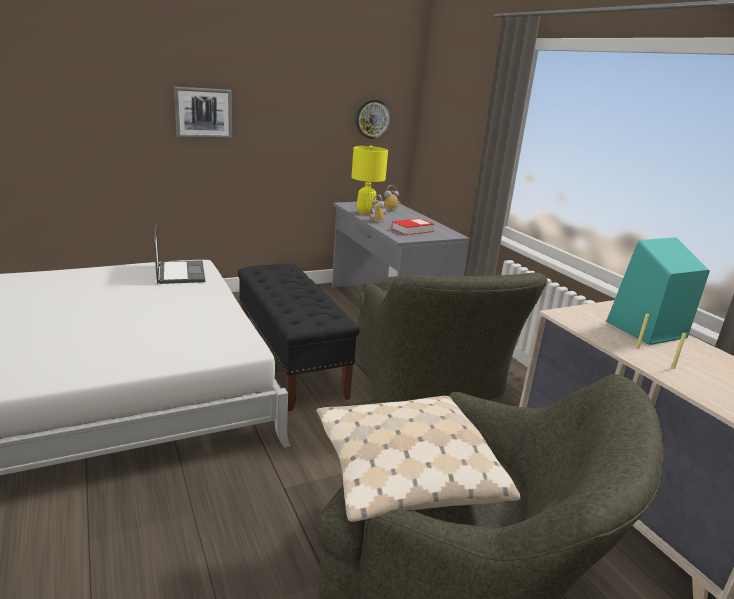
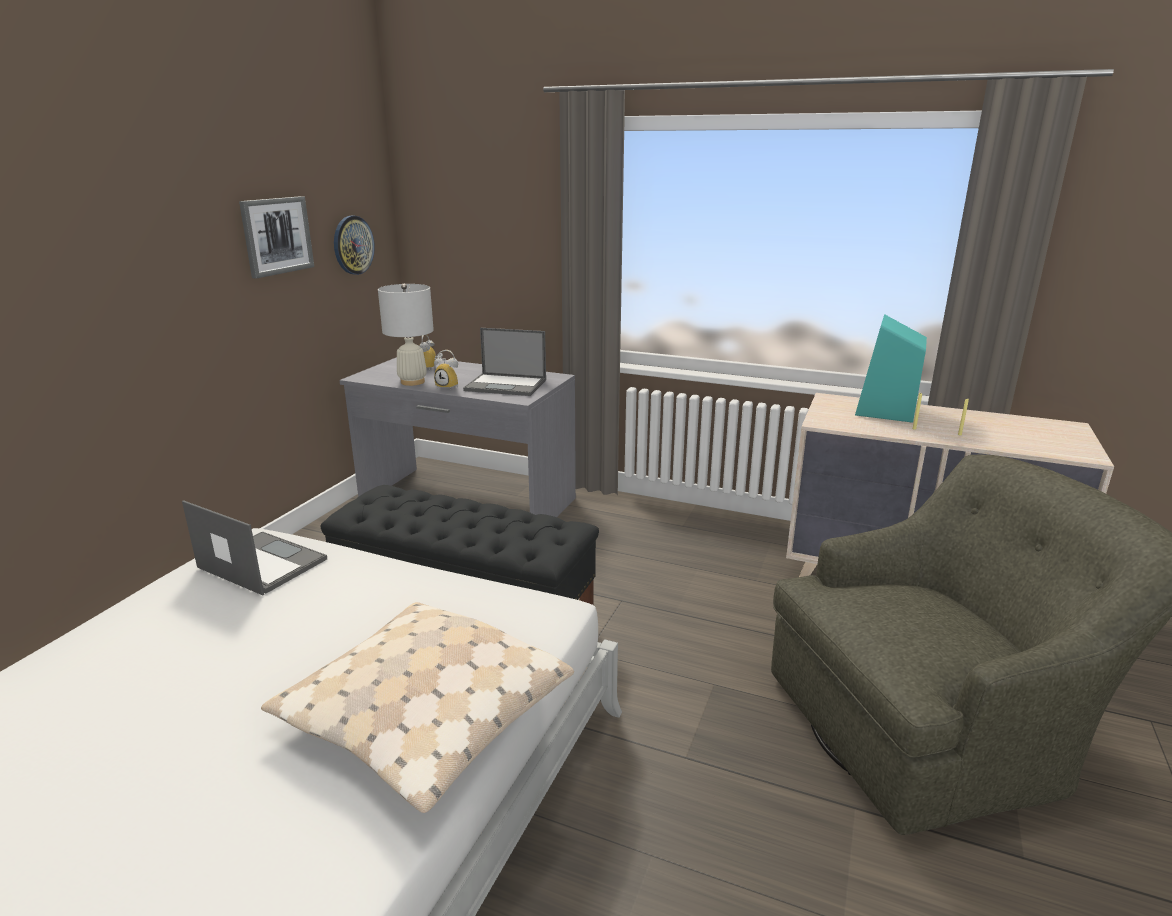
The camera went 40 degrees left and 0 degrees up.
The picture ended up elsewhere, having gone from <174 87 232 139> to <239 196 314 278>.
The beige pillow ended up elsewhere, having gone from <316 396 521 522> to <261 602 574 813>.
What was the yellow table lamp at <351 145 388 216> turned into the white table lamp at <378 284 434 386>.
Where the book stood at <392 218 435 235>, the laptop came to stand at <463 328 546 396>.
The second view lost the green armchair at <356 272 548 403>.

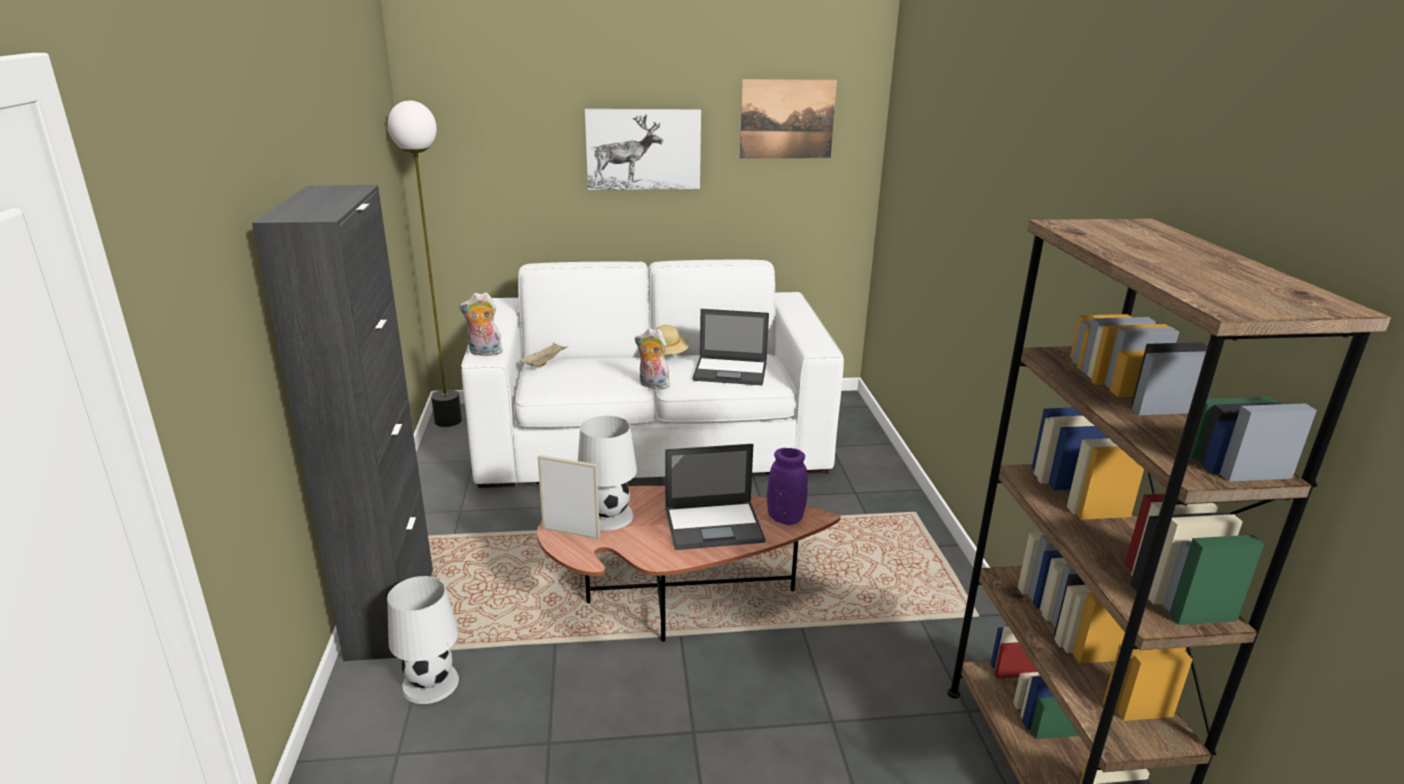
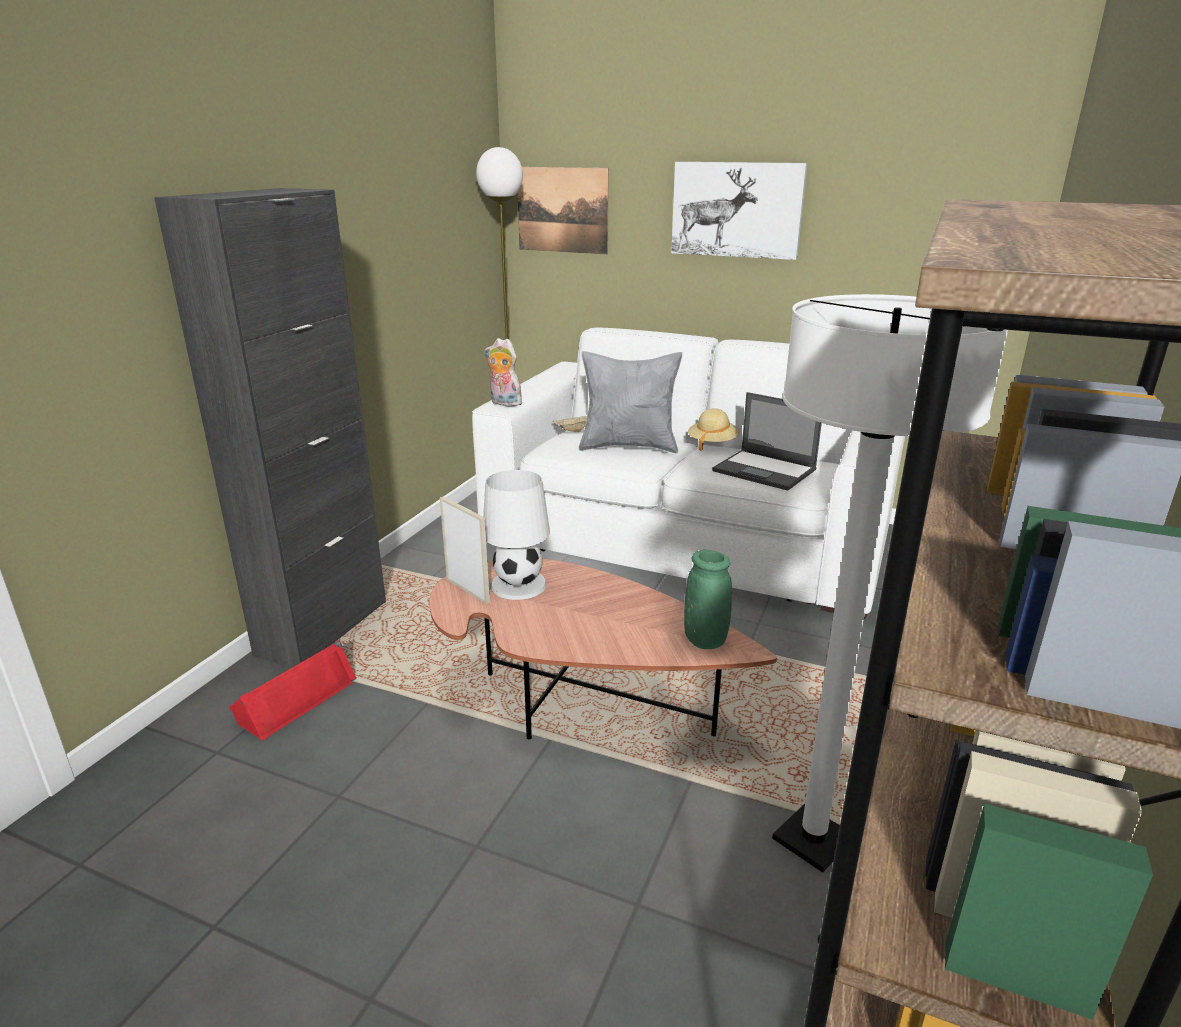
The camera went 30 degrees right and 0 degrees up.
Where the white table lamp stood at <387 576 459 704>, the red speaker came to stand at <229 640 357 741>.
The picture ended up elsewhere, having gone from <740 79 837 159> to <517 167 609 254>.
The second view gained the grey pillow at <579 351 682 453>.
What was the purple vase at <767 448 808 525> turned into the green vase at <684 550 732 649>.
The second view gained the white floor lamp at <772 294 1008 873>.
The second view lost the plush toy at <635 328 670 390>.
The second view lost the laptop at <665 444 766 550>.

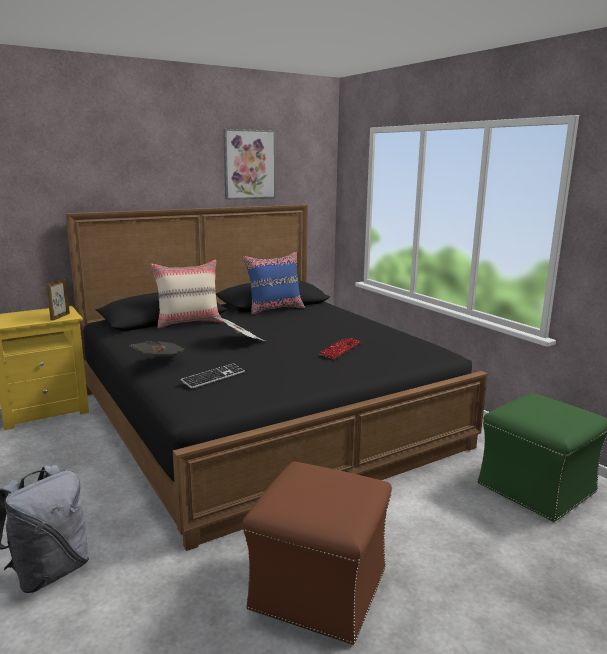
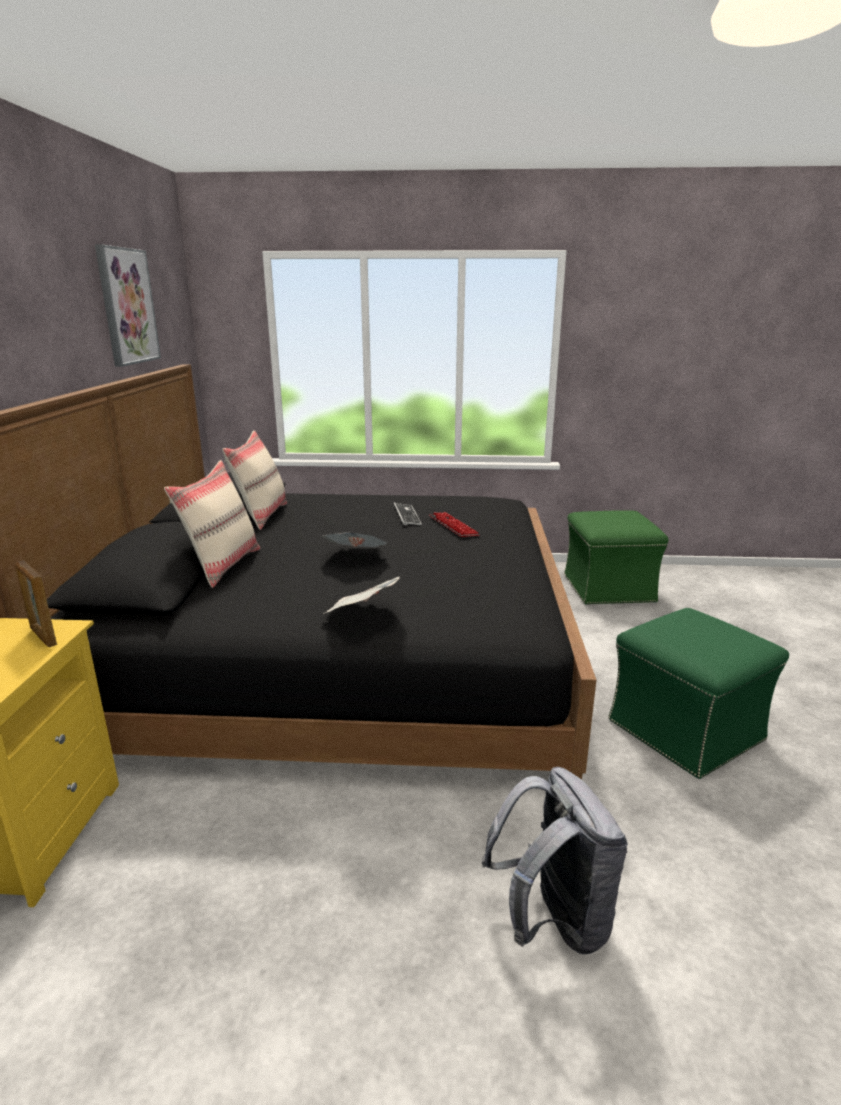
The camera went 55 degrees left and 5 degrees up.
What was the blue pillow at <243 252 305 315> turned into the beige pillow at <222 430 287 530>.
The keyboard ended up elsewhere, having gone from <181 363 245 389> to <394 503 422 526>.
What was the brown ottoman at <242 462 392 645> turned into the green ottoman at <608 608 789 779>.

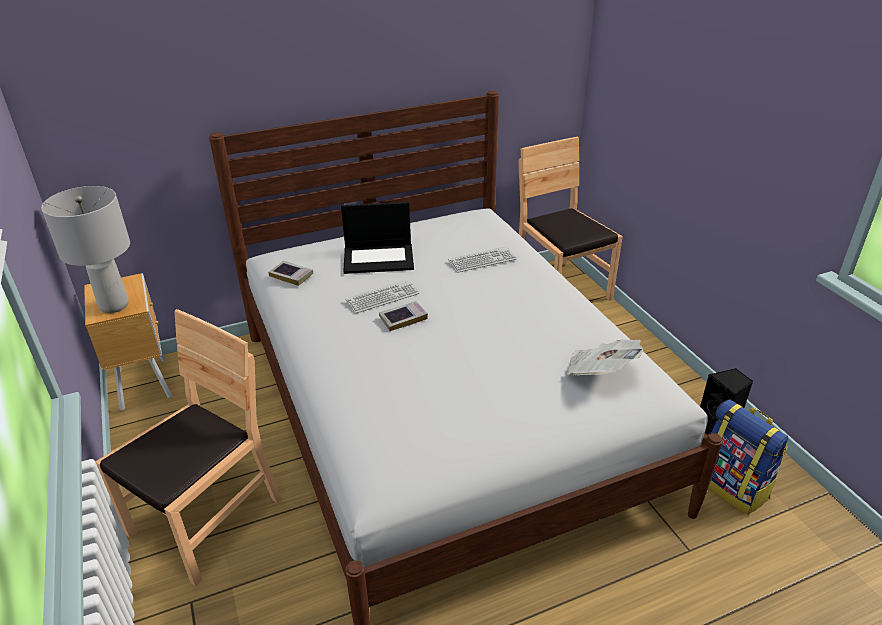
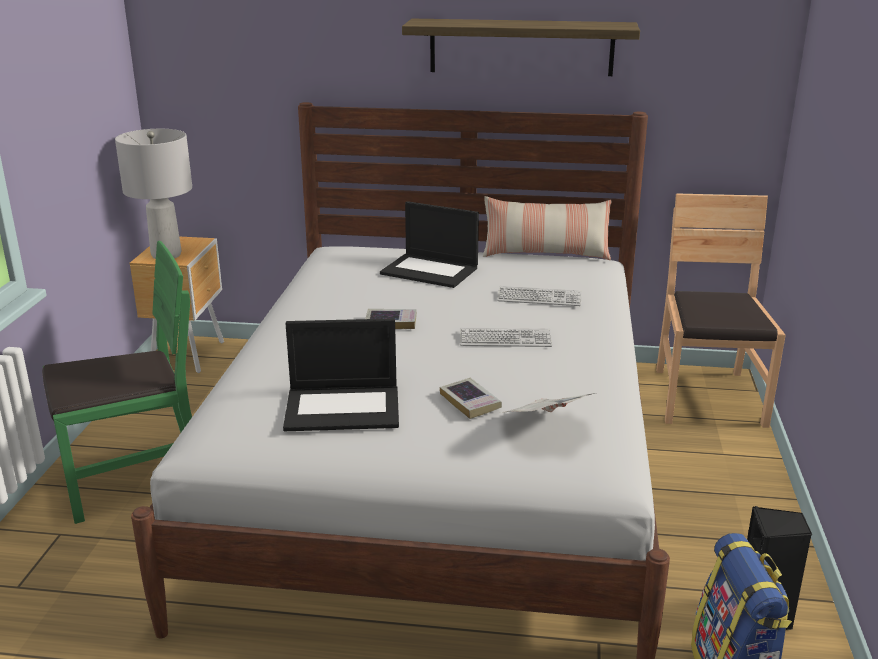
The camera went 30 degrees right and 10 degrees down.
What was the brown chair at <95 309 282 586> turned into the green chair at <42 241 192 524>.
The second view gained the laptop at <283 318 399 431>.
The second view gained the shelf at <402 19 640 76>.
The book ended up elsewhere, having gone from <268 261 313 286> to <440 378 502 419>.
The keyboard ended up elsewhere, having gone from <345 279 419 313> to <460 327 552 347>.
The second view gained the pillow at <483 196 611 260>.

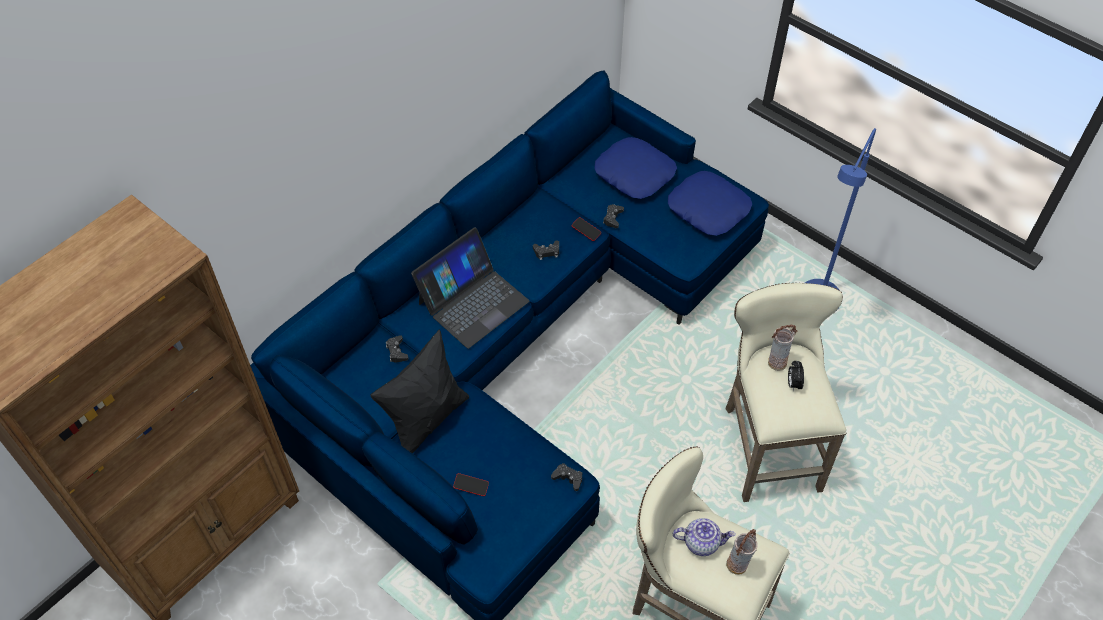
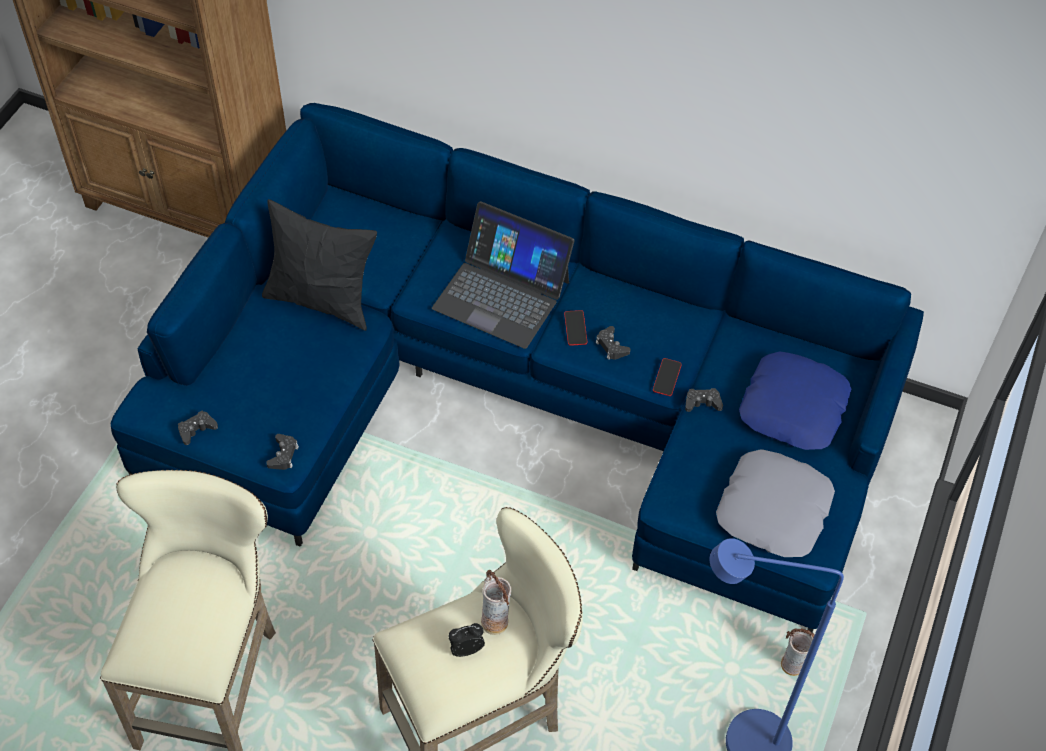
The camera went 70 degrees right and 0 degrees up.
The black game controller ended up elsewhere, having gone from <386 335 409 363> to <178 411 218 445>.
The phone ended up elsewhere, having gone from <453 473 489 496> to <564 310 587 346>.
What was the blue pillow at <668 171 752 236> turned into the grey pillow at <716 450 835 557>.
The vase ended up elsewhere, having gone from <726 529 758 575> to <781 628 815 676>.
The second view lost the teapot at <673 518 736 556>.

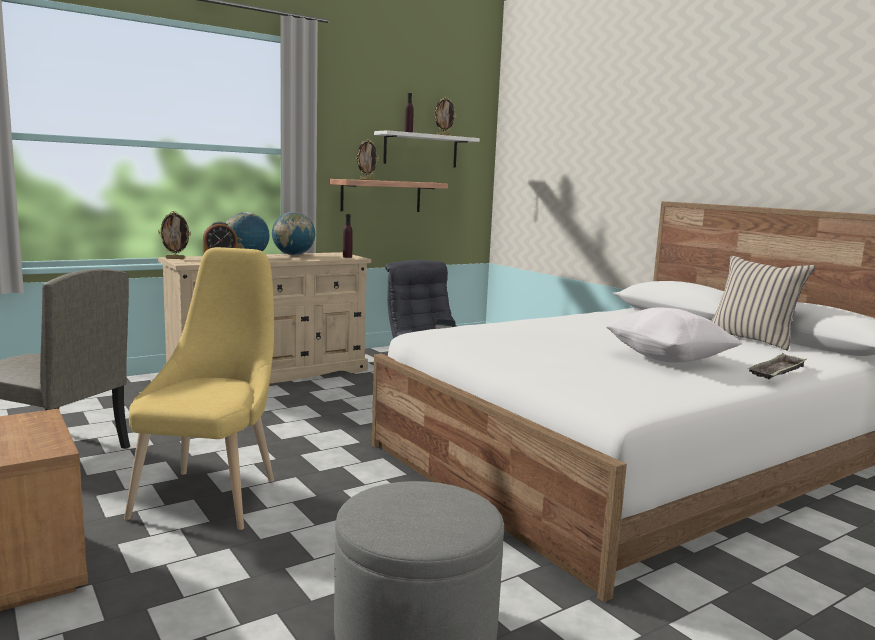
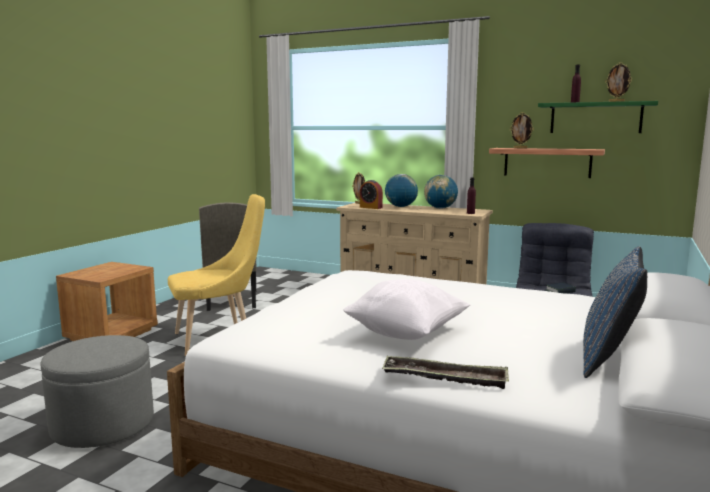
The camera went 60 degrees right and 0 degrees up.
What was the white shelf at <374 130 480 168> turned into the green shelf at <538 101 658 133>.
What was the beige pillow at <711 256 816 350> turned into the blue pillow at <583 246 647 378>.

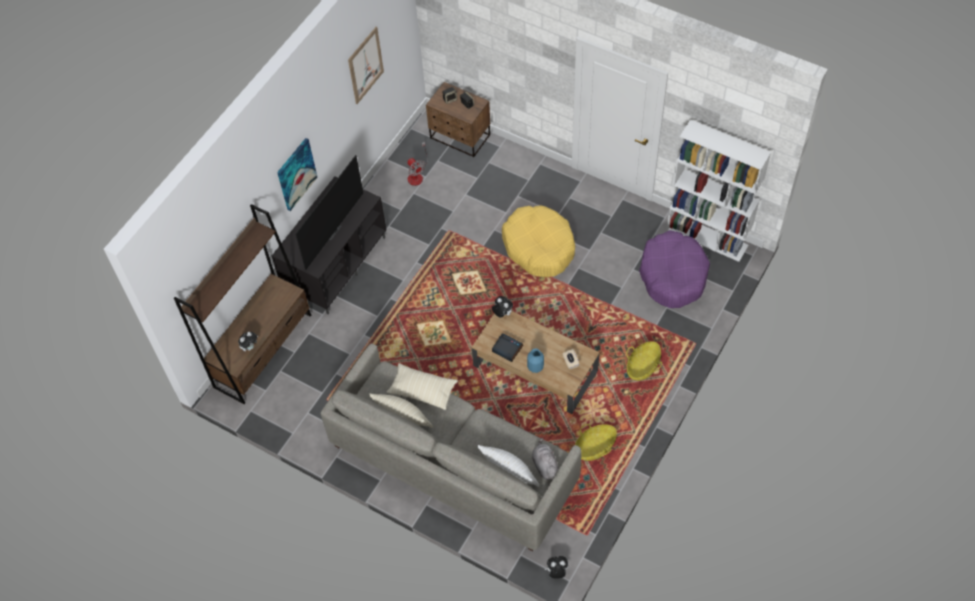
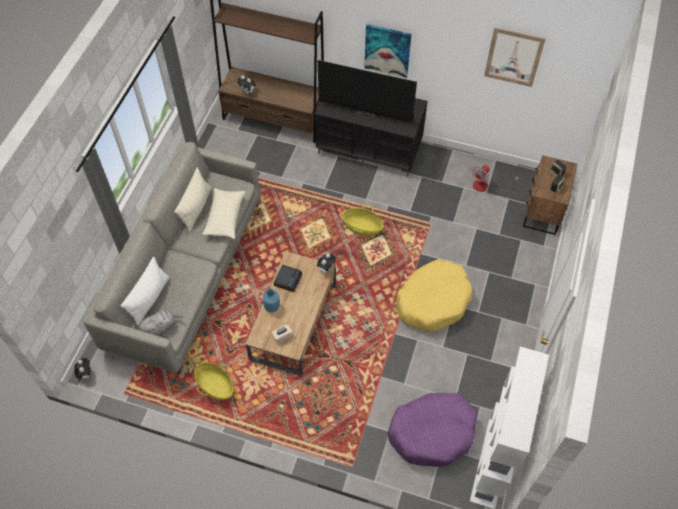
The camera went 75 degrees right and 0 degrees up.
The basket ended up elsewhere, having gone from <626 341 662 381> to <342 205 384 236>.

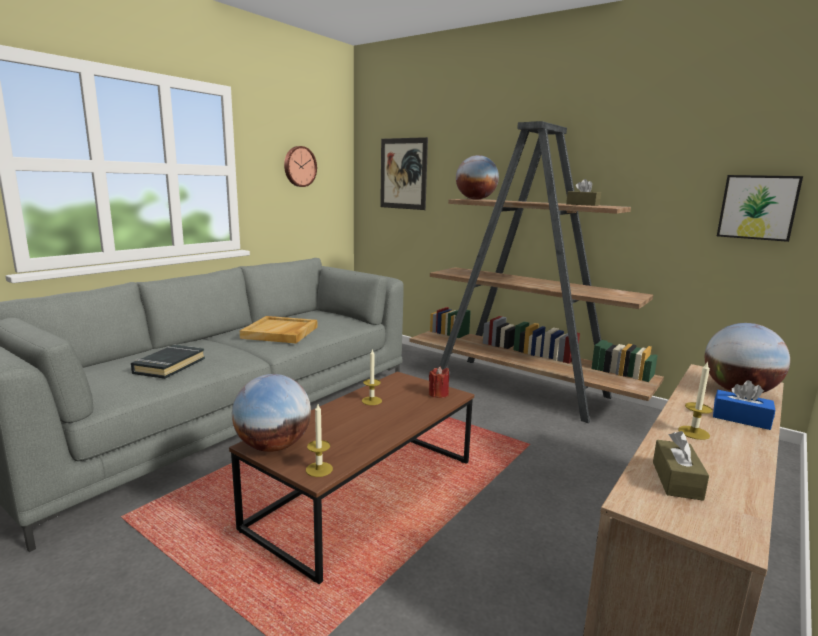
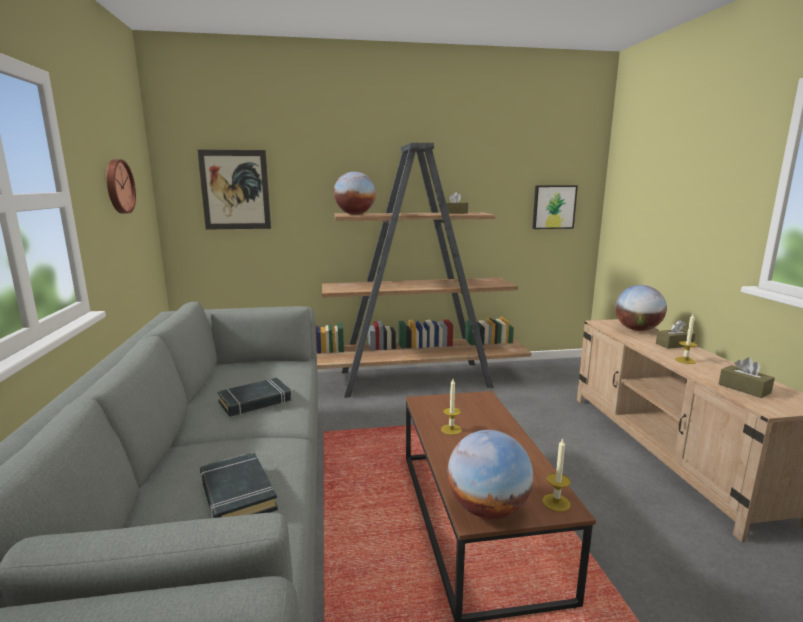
The camera went 45 degrees left and 0 degrees up.
Where the beige tray stood at <240 316 317 343>, the black book came to stand at <217 378 291 417>.
What was the blue tissue box at <713 380 775 430> turned into the brown tissue box at <656 320 695 349>.
The second view lost the red candle at <429 366 449 398>.

